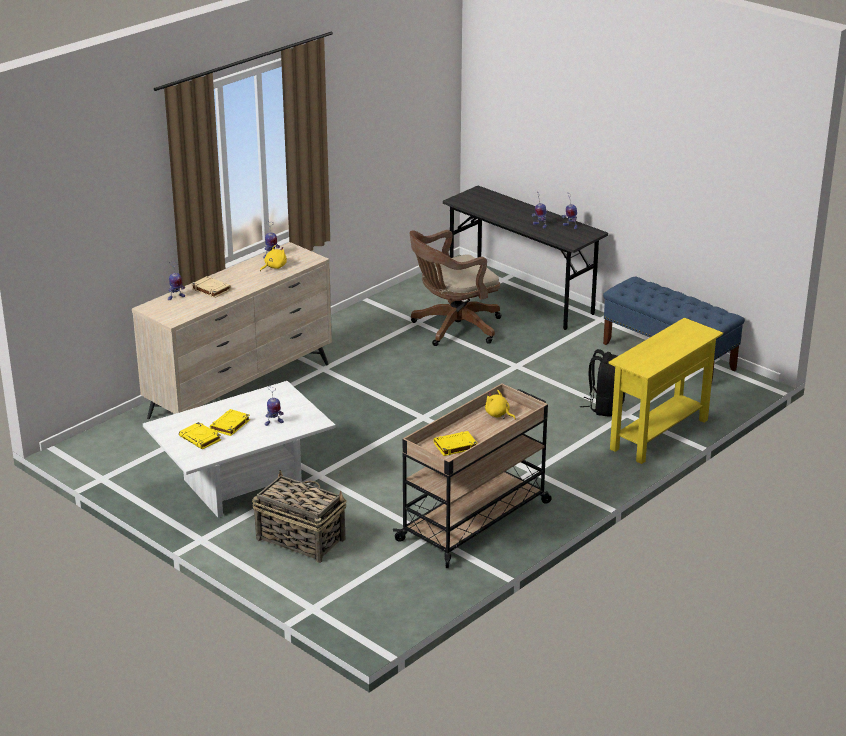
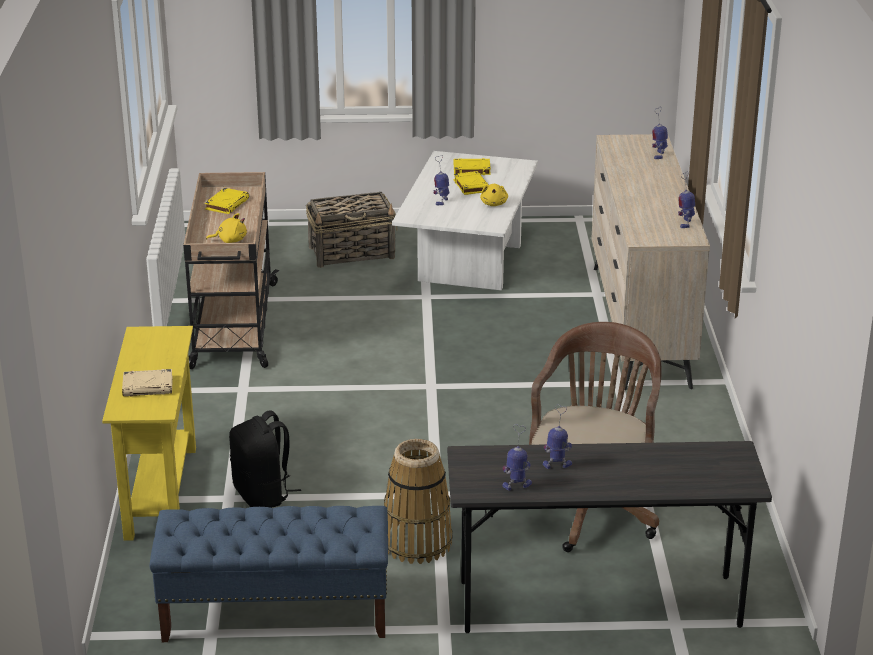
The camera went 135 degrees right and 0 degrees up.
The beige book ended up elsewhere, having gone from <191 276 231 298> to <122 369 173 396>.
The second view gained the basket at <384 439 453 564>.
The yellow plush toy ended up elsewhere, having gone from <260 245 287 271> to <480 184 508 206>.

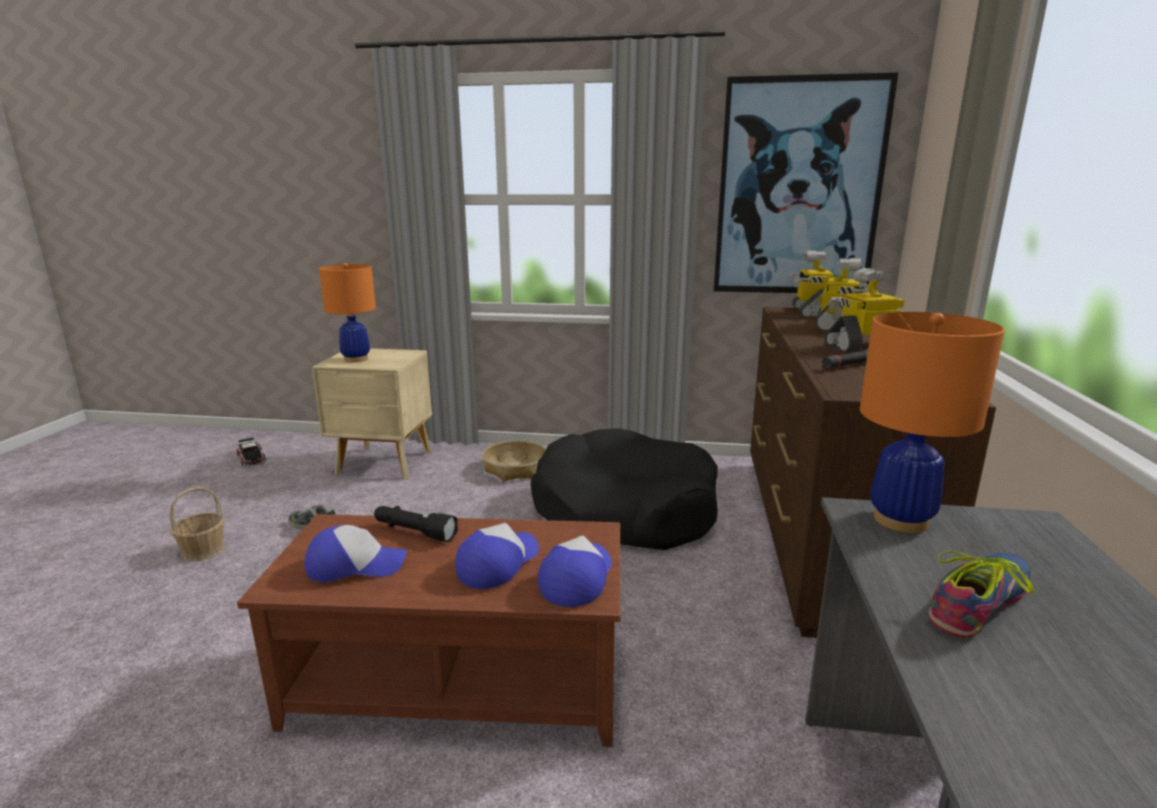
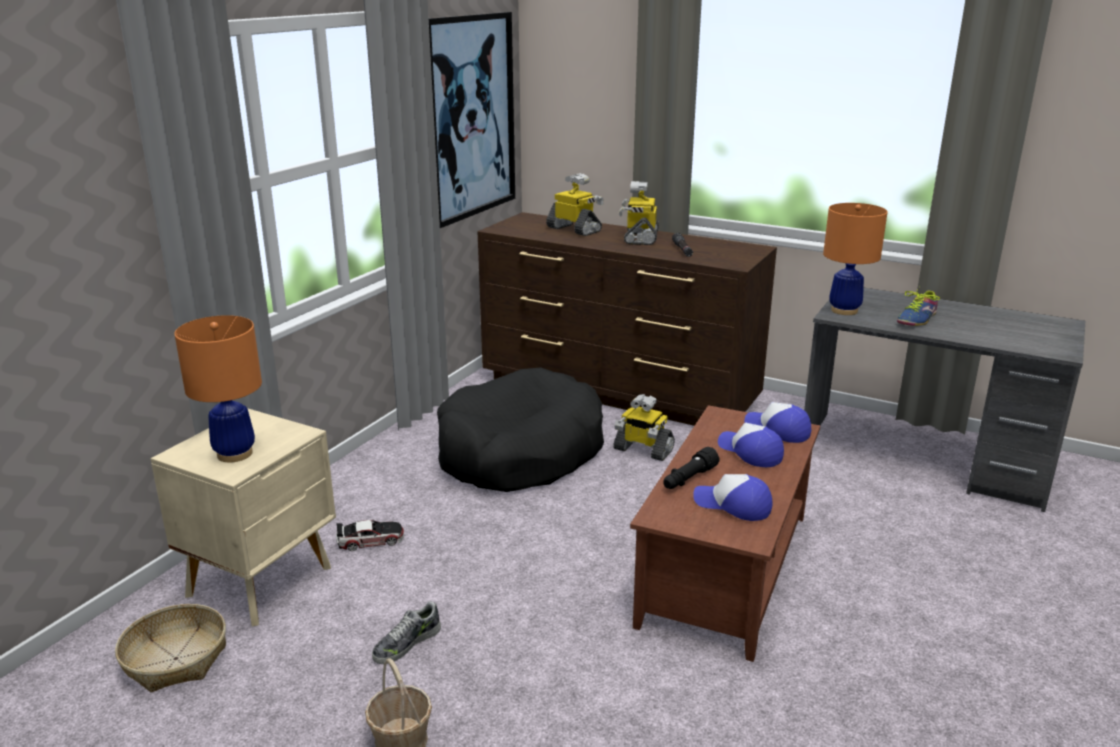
The camera went 70 degrees left and 5 degrees up.
The basket ended up elsewhere, having gone from <482 440 546 481> to <115 604 226 692>.
The toy car ended up elsewhere, having gone from <236 438 266 467> to <336 520 404 551>.
The toy robot ended up elsewhere, having gone from <789 251 834 318> to <613 394 675 461>.
The cap at <305 525 407 582> ended up facing another way, 75 degrees counterclockwise from before.
The shoe at <928 550 1034 638> ended up facing another way, 120 degrees counterclockwise from before.

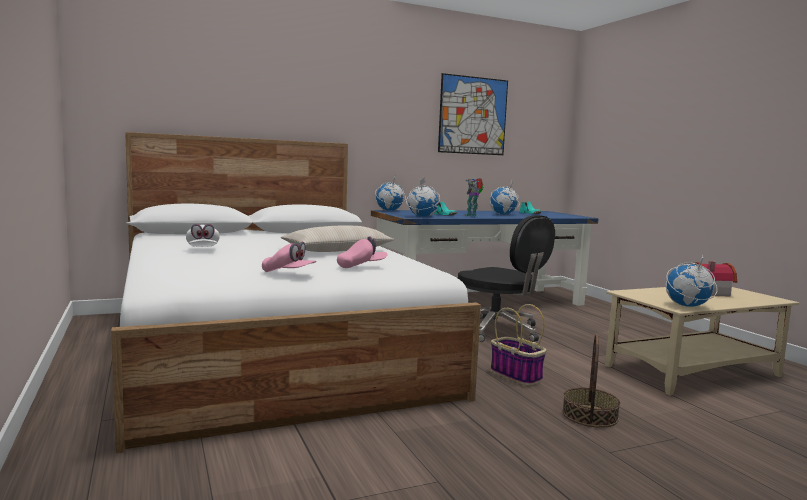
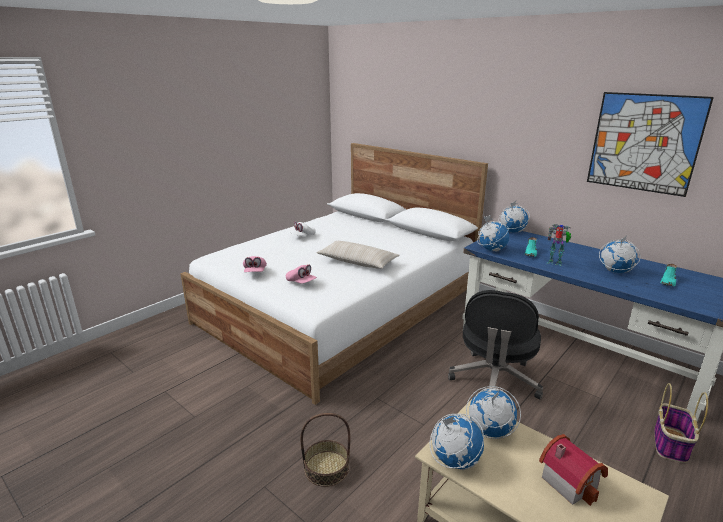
The camera went 65 degrees right and 15 degrees up.
The second view gained the globe at <466 386 521 439>.
The basket ended up elsewhere, having gone from <491 304 546 386> to <654 383 708 463>.

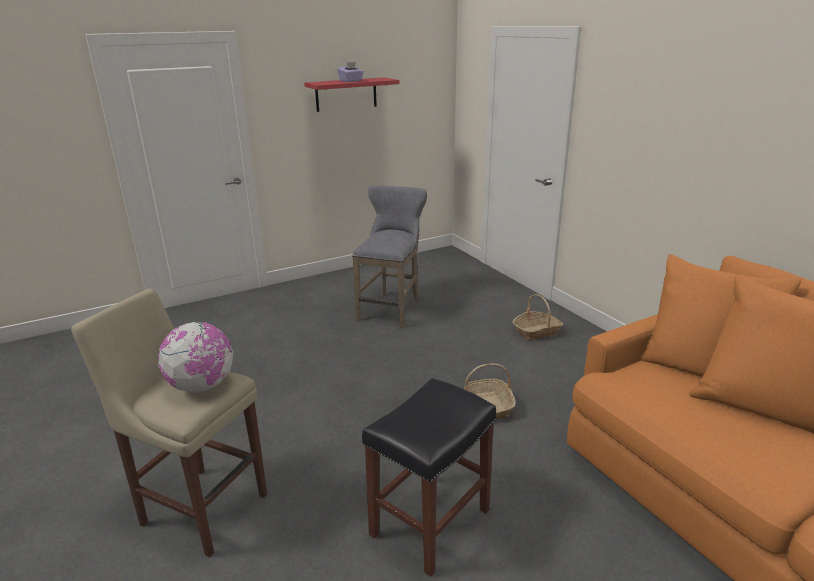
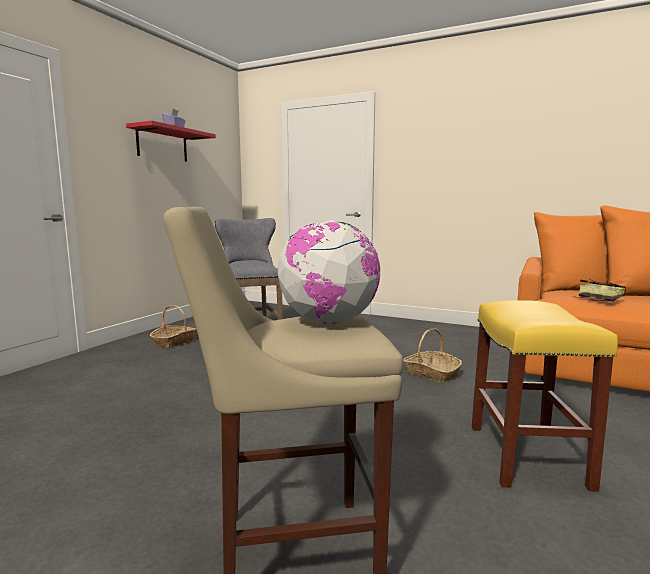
The camera went 35 degrees left and 15 degrees down.
The basket ended up elsewhere, having gone from <513 294 563 341> to <150 305 197 348>.
What was the black stool at <362 378 496 577> turned into the yellow stool at <472 300 618 492>.
The second view gained the book at <572 279 626 302>.

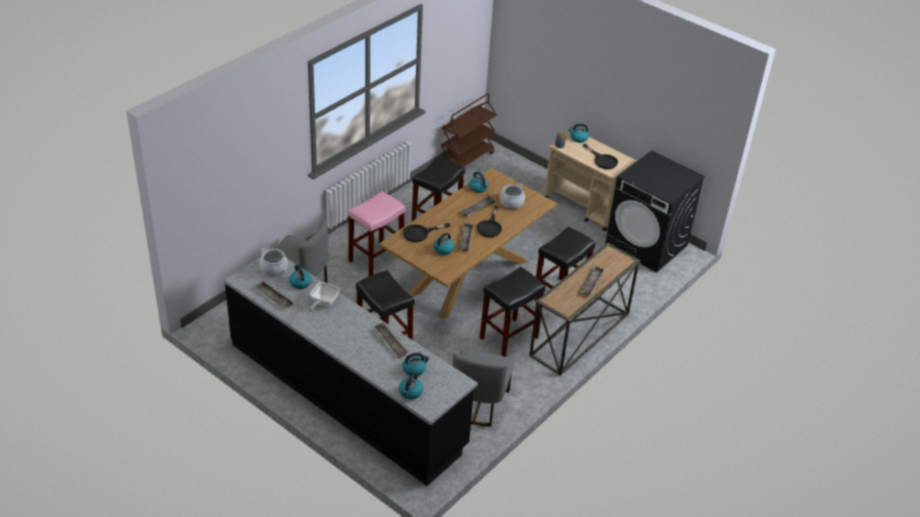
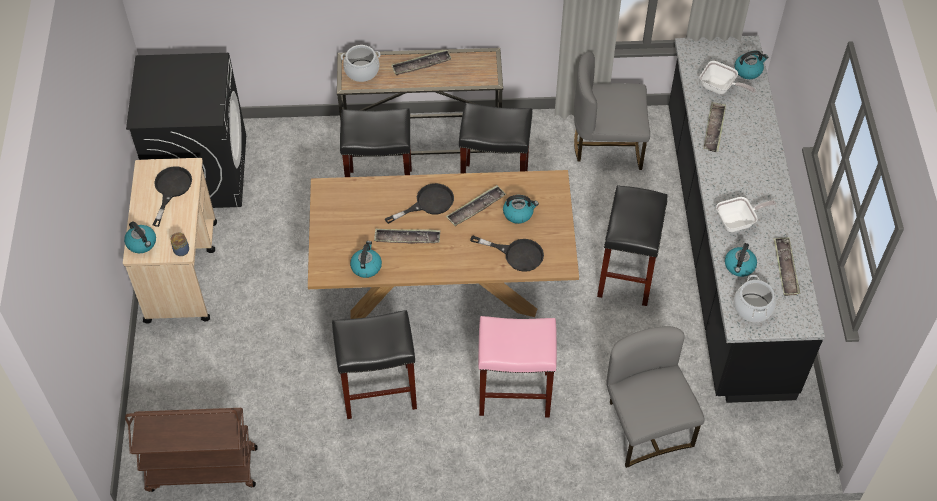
The camera went 130 degrees left and 15 degrees up.
The cooking pot ended up elsewhere, having gone from <500 184 525 209> to <341 45 380 82>.
The grey chair at <453 349 514 426> ended up facing another way, 150 degrees counterclockwise from before.
Where the kettle stood at <402 353 430 376>, the frying pan came to stand at <700 61 756 94>.

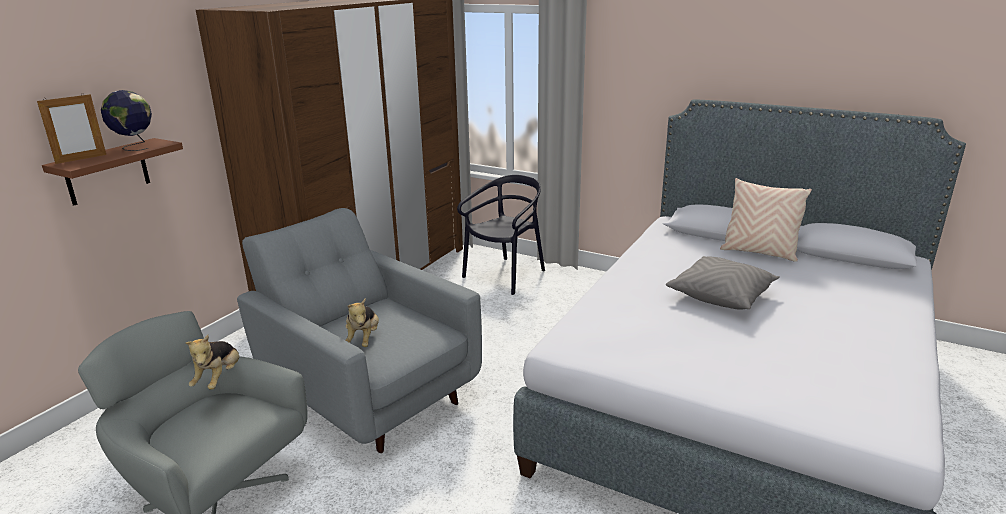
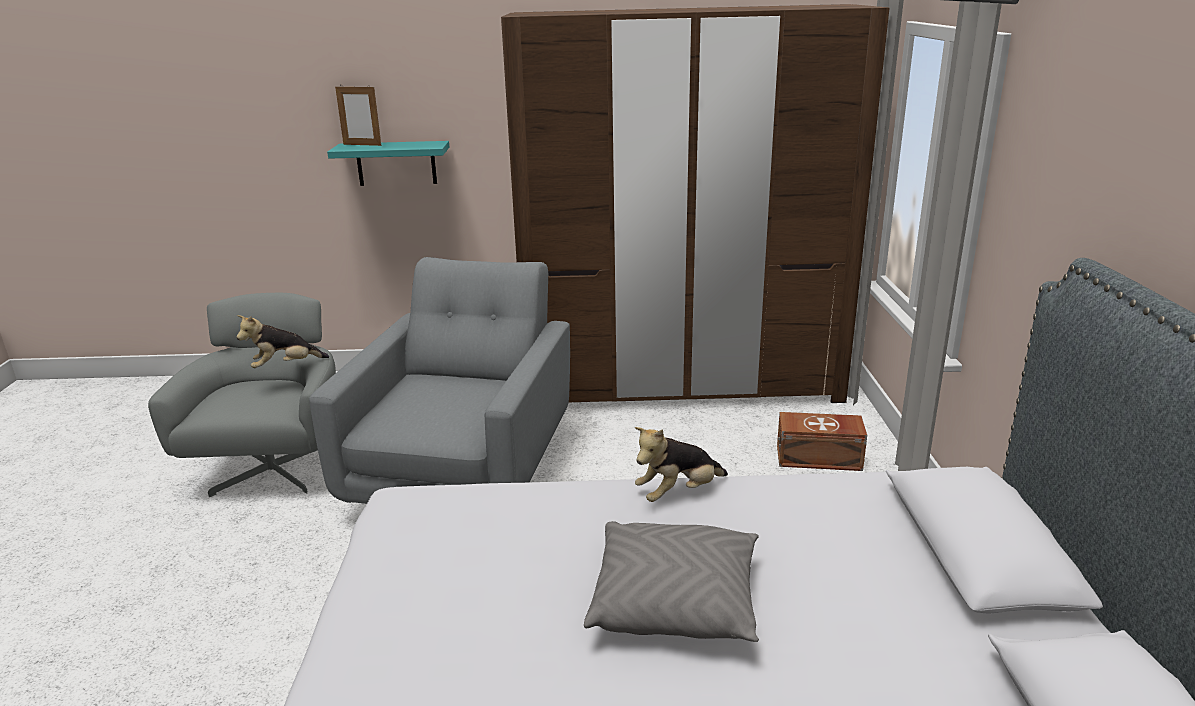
The camera went 60 degrees right and 0 degrees up.
What was the brown shelf at <42 138 183 206> turned into the turquoise shelf at <327 141 449 186>.
The plush toy ended up elsewhere, having gone from <345 298 379 347> to <635 427 728 502>.
Where the black chair stood at <457 175 545 295>, the brown storage box came to stand at <777 412 867 471>.
The second view lost the globe at <101 90 152 151>.
The second view lost the beige pillow at <720 178 812 262>.

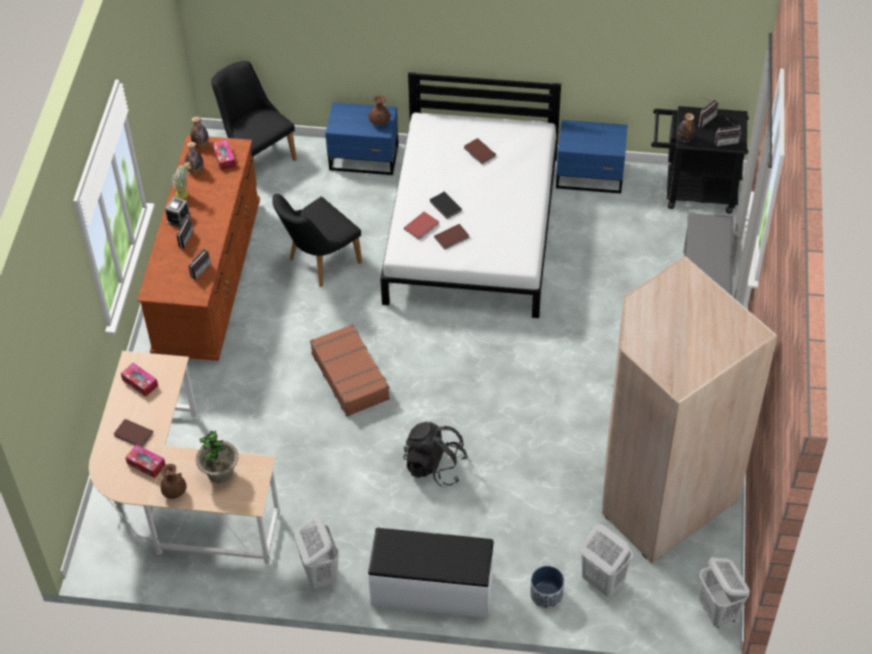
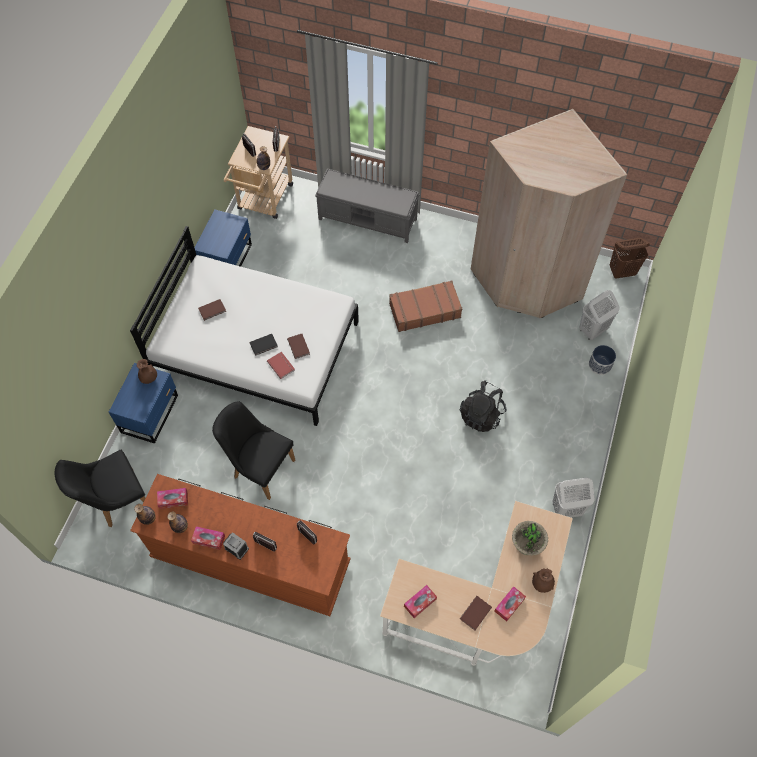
The camera went 80 degrees left and 10 degrees up.
Where the potted plant stood at <172 161 192 199>, the tissue box came to stand at <191 526 225 550>.
The black chair at <272 194 362 287> ended up facing another way, 150 degrees clockwise from before.
What was the black cart at <651 106 749 214> turned into the beige cart at <224 126 293 219>.
The brown suitcase ended up elsewhere, having gone from <310 324 390 417> to <389 280 462 332>.
What was the white laundry basket at <699 558 750 628> turned into the brown laundry basket at <610 238 650 279>.
The second view lost the white bench at <368 528 494 618>.

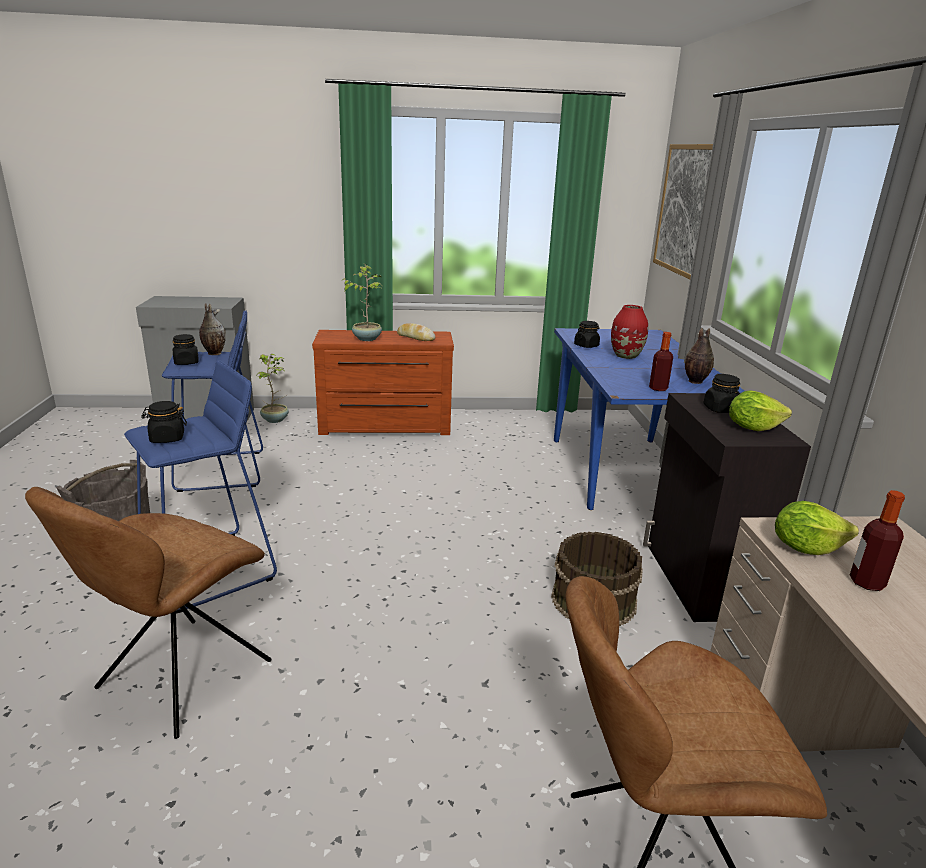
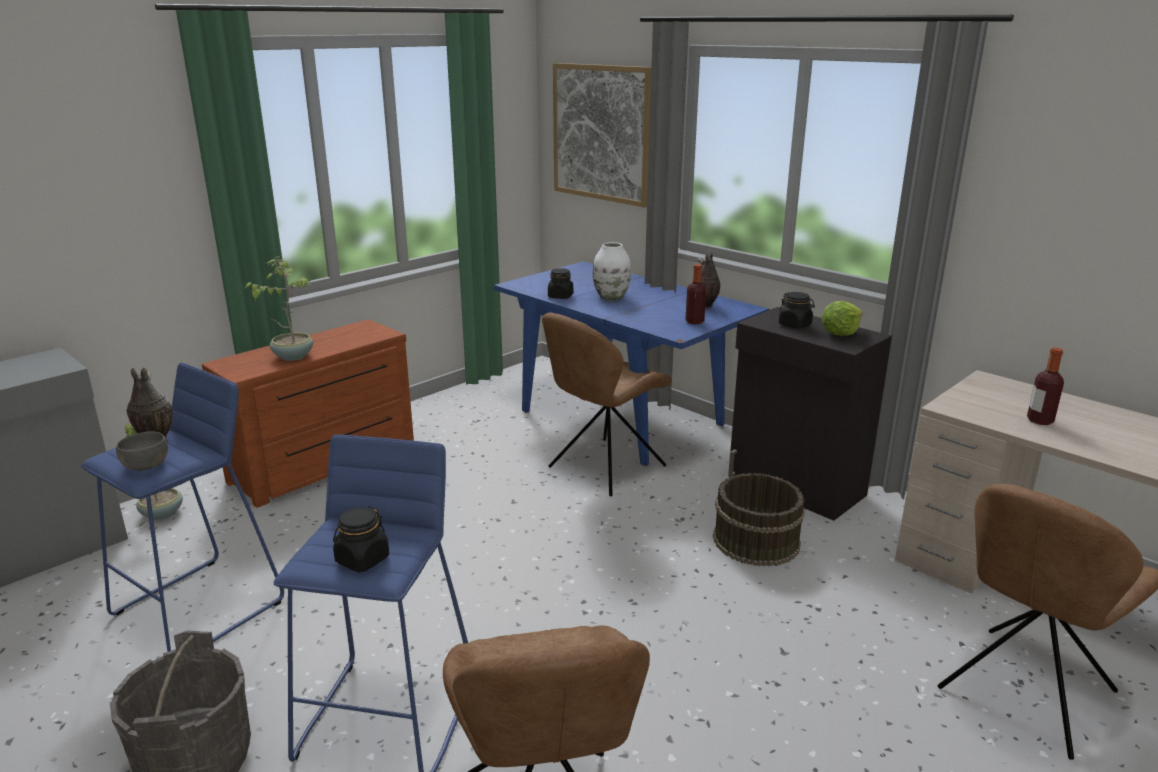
The camera went 40 degrees left and 0 degrees up.
Where the black jar stood at <173 334 198 365>, the grey bowl came to stand at <116 431 168 471>.
The second view gained the brown chair at <542 312 672 497>.
What was the red vase at <611 305 648 359> turned into the white vase at <593 242 631 300>.
The second view lost the bread at <397 323 435 341>.
The second view lost the lettuce at <775 501 859 555>.

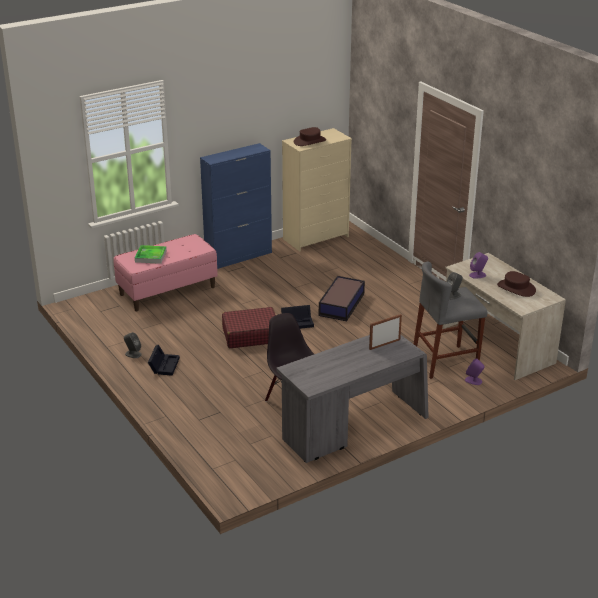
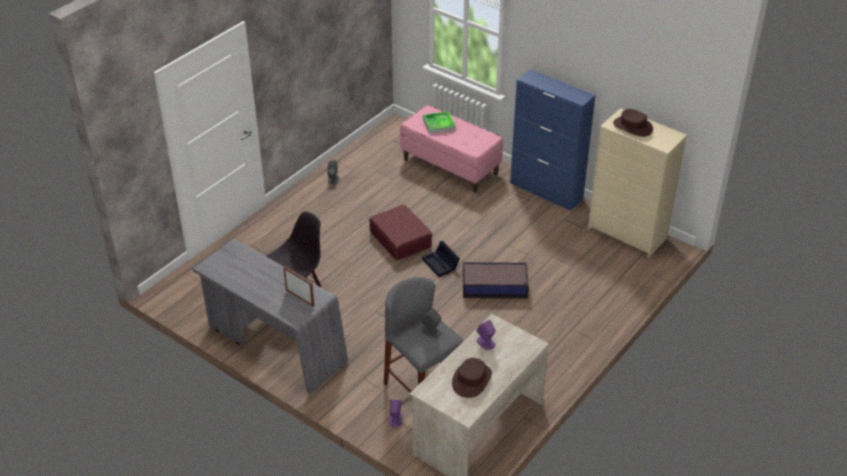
The camera went 70 degrees right and 10 degrees up.
The second view lost the black storage box at <148 345 180 376>.

